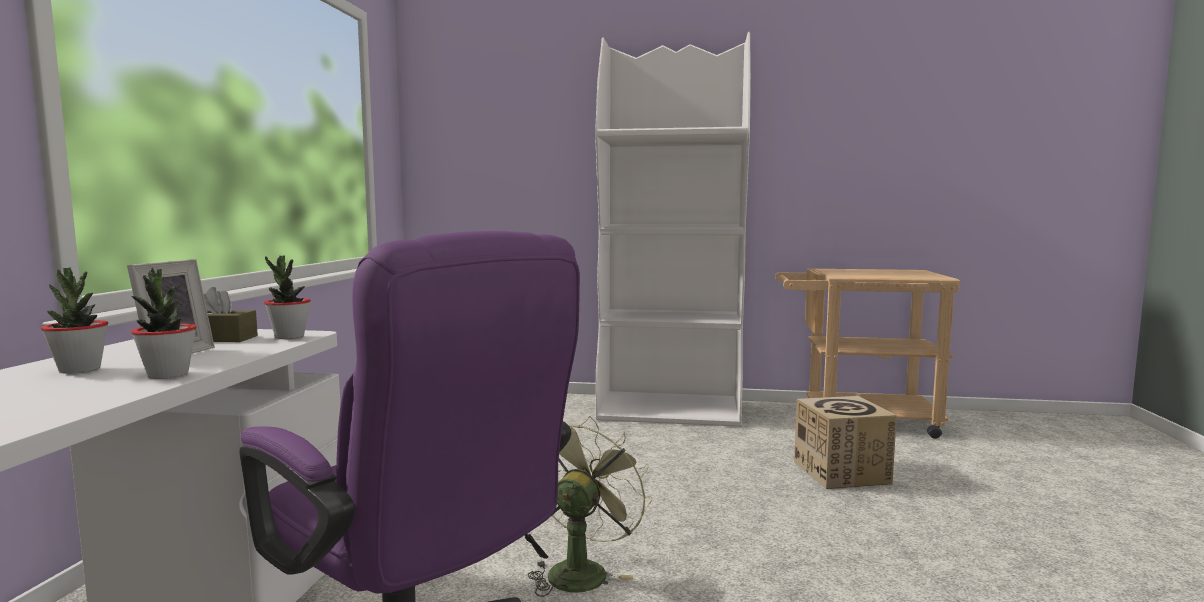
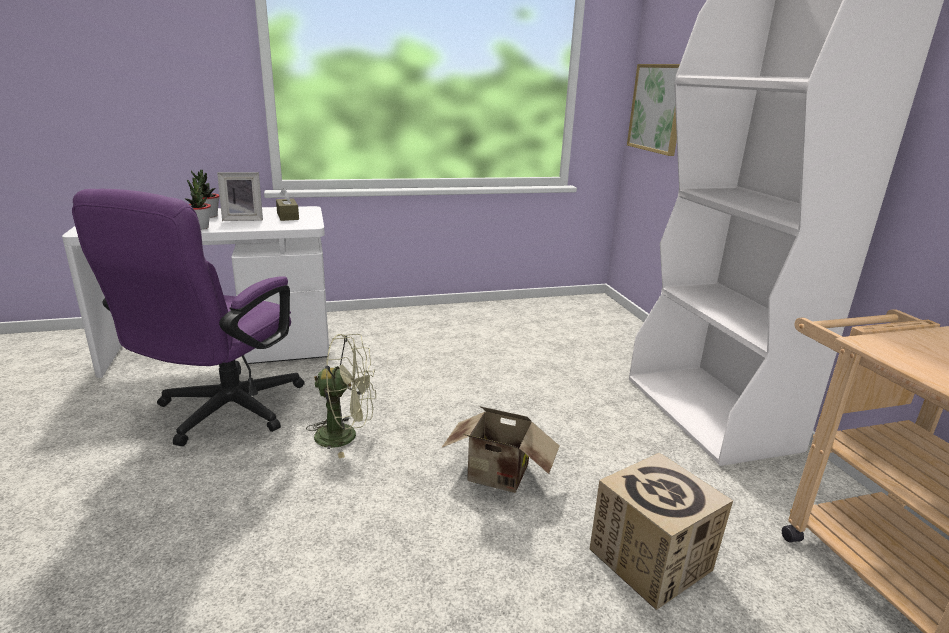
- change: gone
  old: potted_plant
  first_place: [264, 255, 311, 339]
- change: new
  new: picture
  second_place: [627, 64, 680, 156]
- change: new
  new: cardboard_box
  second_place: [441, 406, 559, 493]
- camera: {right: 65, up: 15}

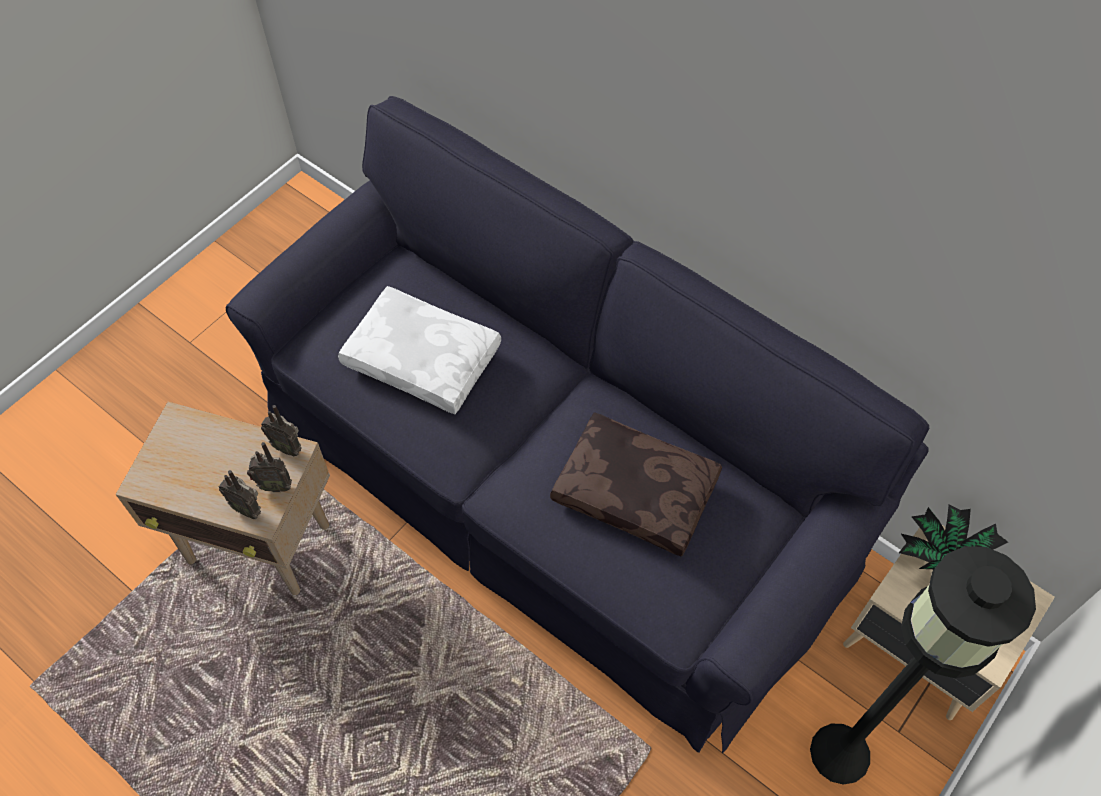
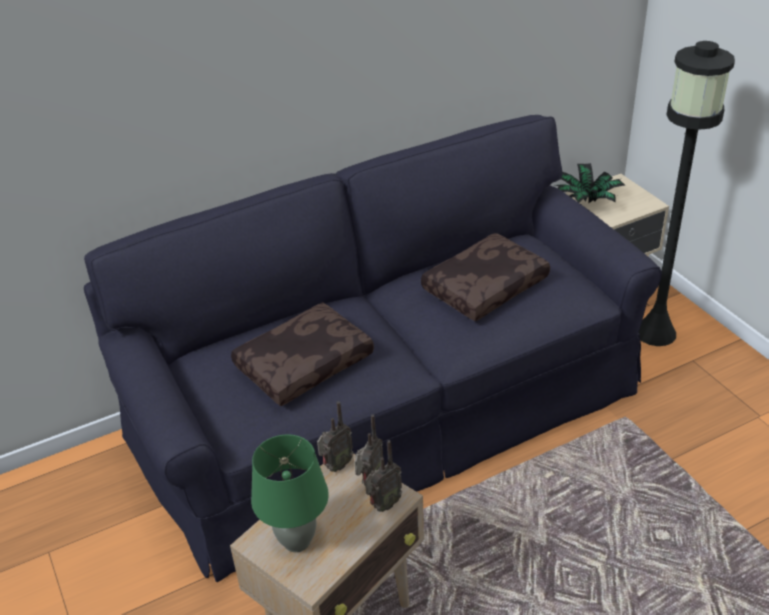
- change: repainted
  old: white_pillow
  new: brown_pillow
  first_place: [338, 286, 501, 414]
  second_place: [231, 302, 374, 406]
- change: new
  new: green_table_lamp
  second_place: [251, 434, 329, 552]
- camera: {right: -65, up: -20}

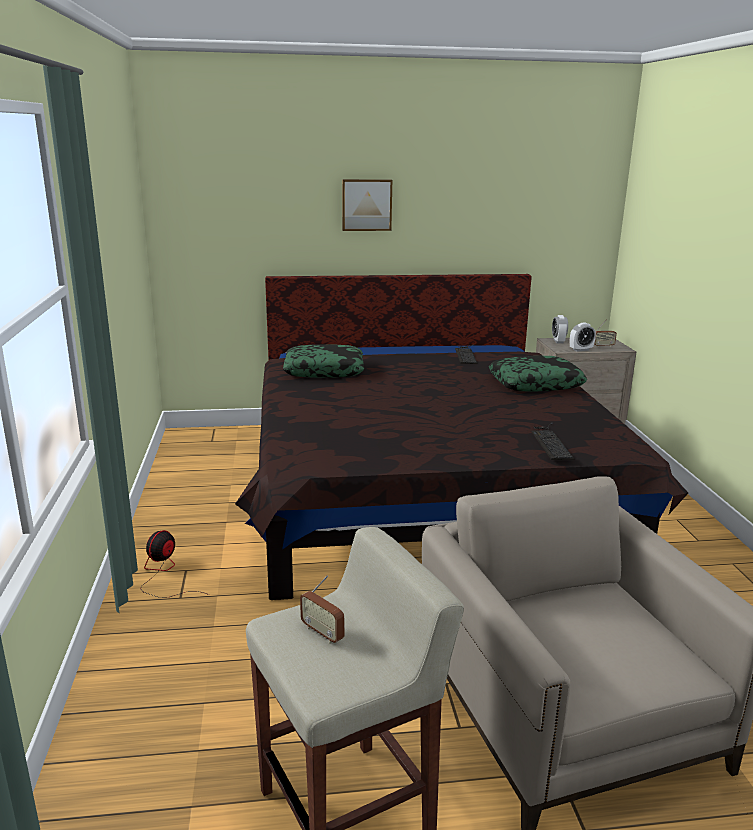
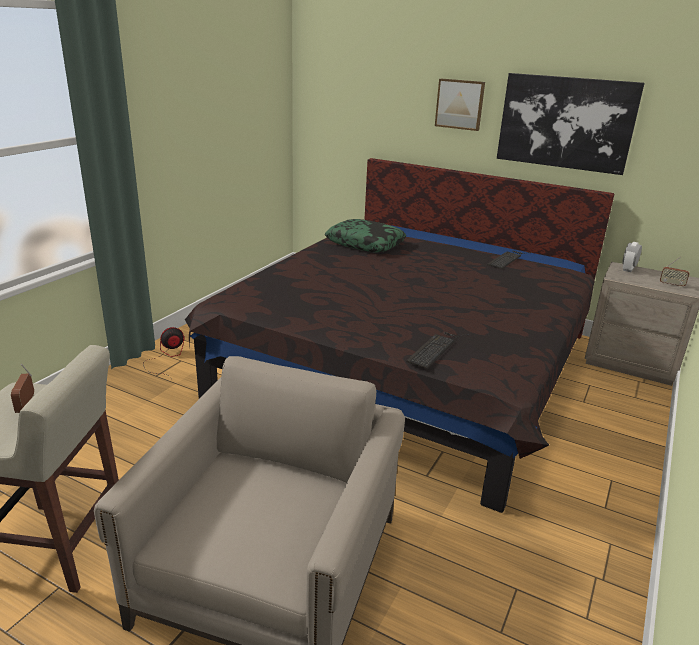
- change: gone
  old: alarm_clock
  first_place: [570, 323, 596, 351]
- change: gone
  old: pillow
  first_place: [489, 356, 587, 392]
- change: new
  new: picture
  second_place: [497, 73, 645, 175]
- camera: {right: 35, up: 5}

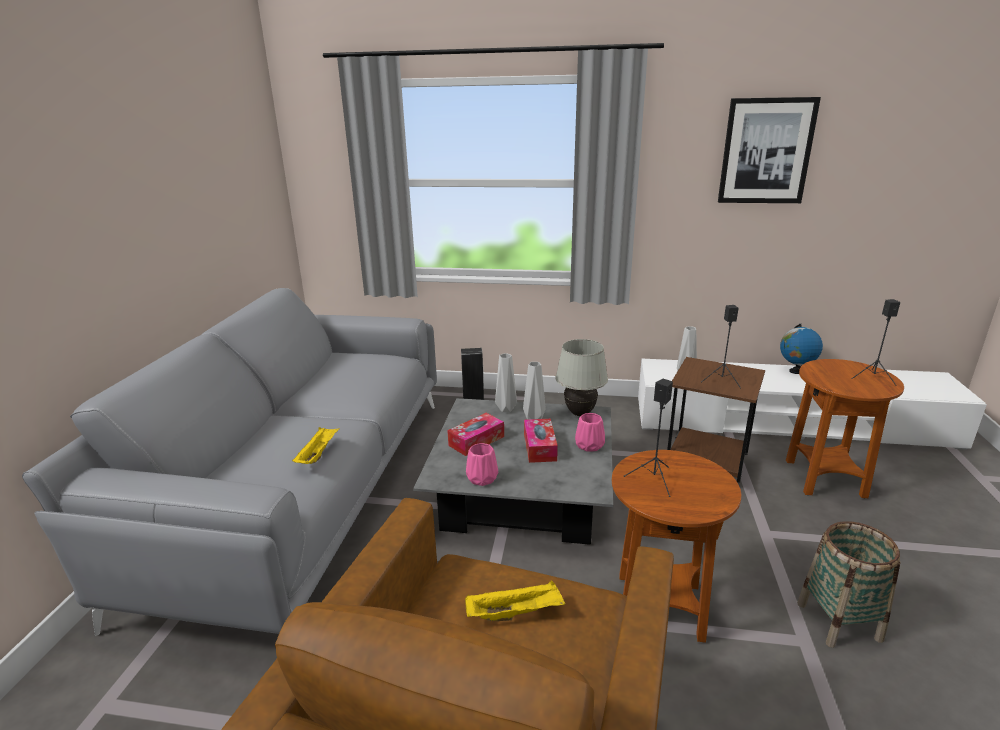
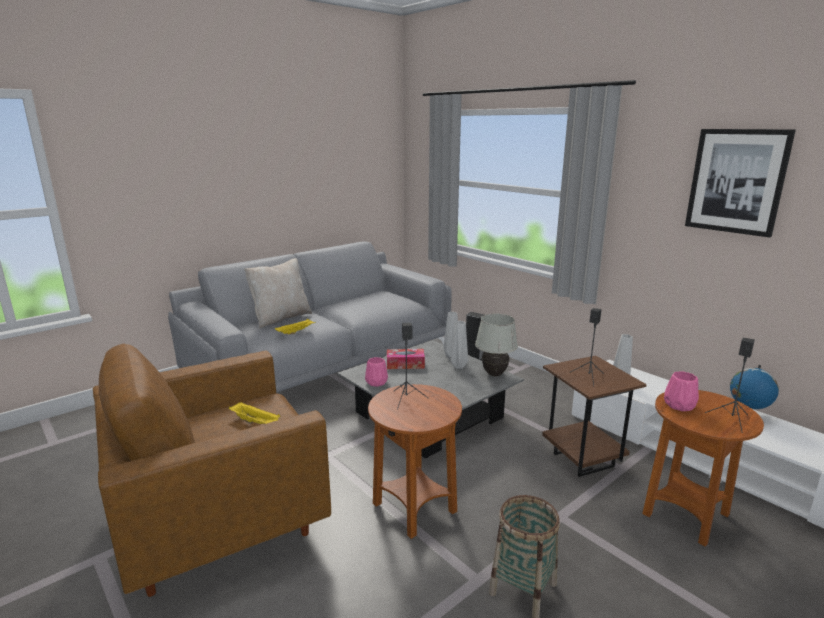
- change: shifted
  old: pink_vase
  first_place: [575, 413, 605, 452]
  second_place: [664, 371, 699, 411]
- change: gone
  old: tissue_box
  first_place: [524, 419, 558, 463]
- change: new
  new: beige_pillow
  second_place: [244, 258, 312, 329]
- camera: {right: 40, up: -5}

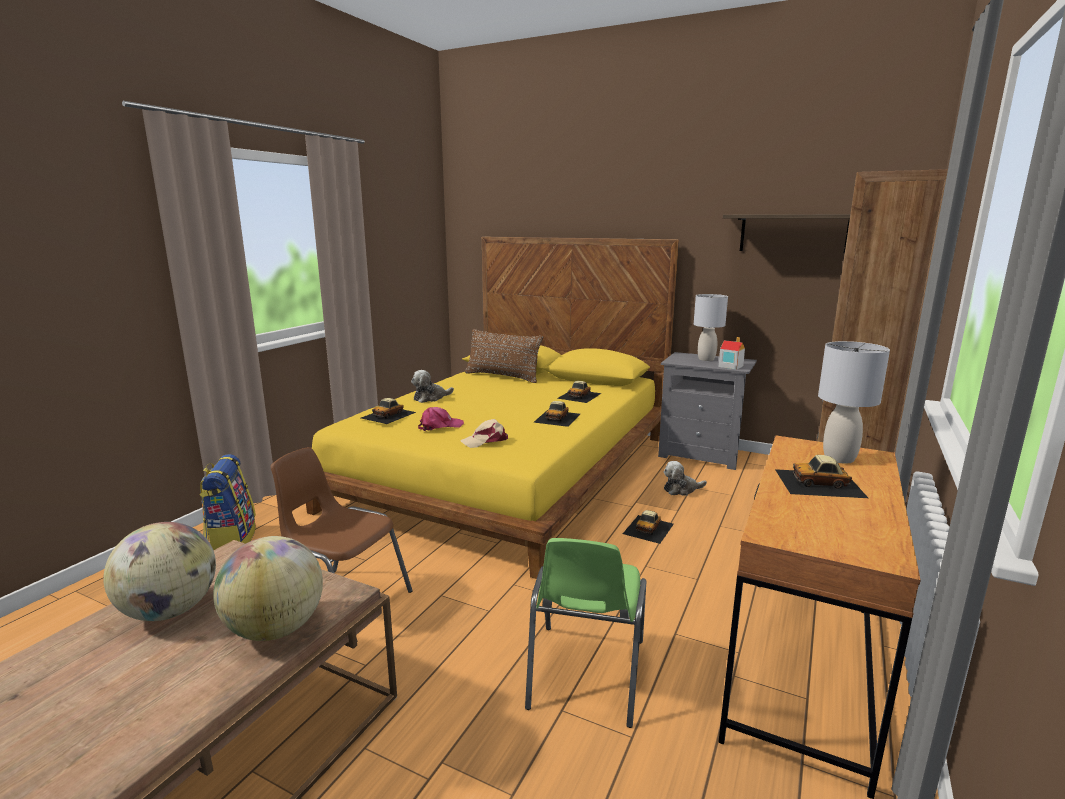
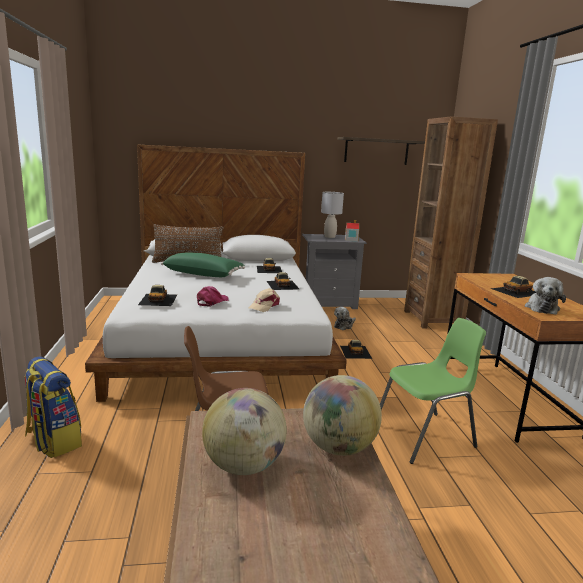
- change: repainted
  old: yellow_bed
  new: white_bed
  first_place: [306, 237, 679, 579]
  second_place: [85, 145, 347, 402]
- change: gone
  old: grey_table_lamp
  first_place: [818, 341, 890, 464]
- change: shifted
  old: plush_toy
  first_place: [411, 370, 454, 403]
  second_place: [525, 277, 566, 315]
- change: rotated
  old: green_chair
  first_place: [525, 538, 646, 728]
  second_place: [380, 318, 486, 464]
  degrees: -90
- change: new
  new: green_pillow
  second_place: [161, 252, 245, 277]
- camera: {right: -35, up: 0}

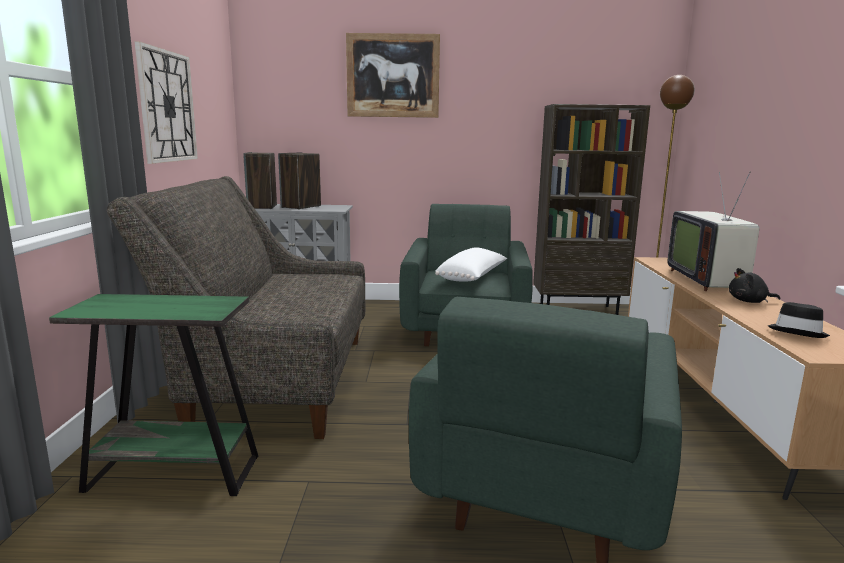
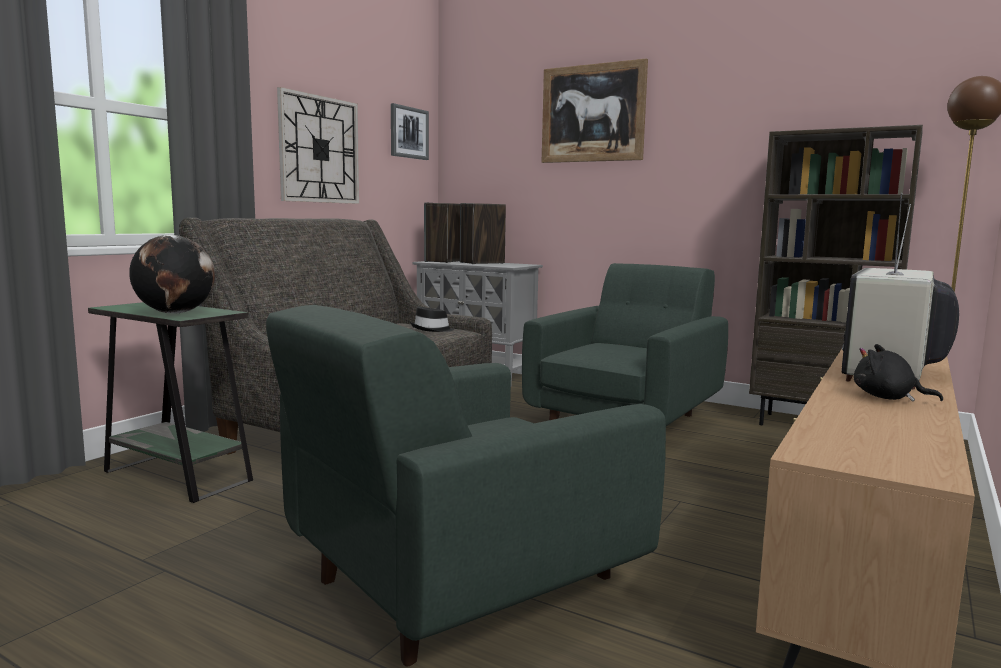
- change: gone
  old: white_pillow
  first_place: [435, 247, 507, 282]
- change: shifted
  old: black_hat
  first_place: [768, 302, 830, 338]
  second_place: [410, 307, 455, 332]
- change: new
  new: picture
  second_place: [391, 103, 429, 160]
- change: new
  new: globe
  second_place: [129, 235, 215, 314]
- camera: {right: 30, up: -5}

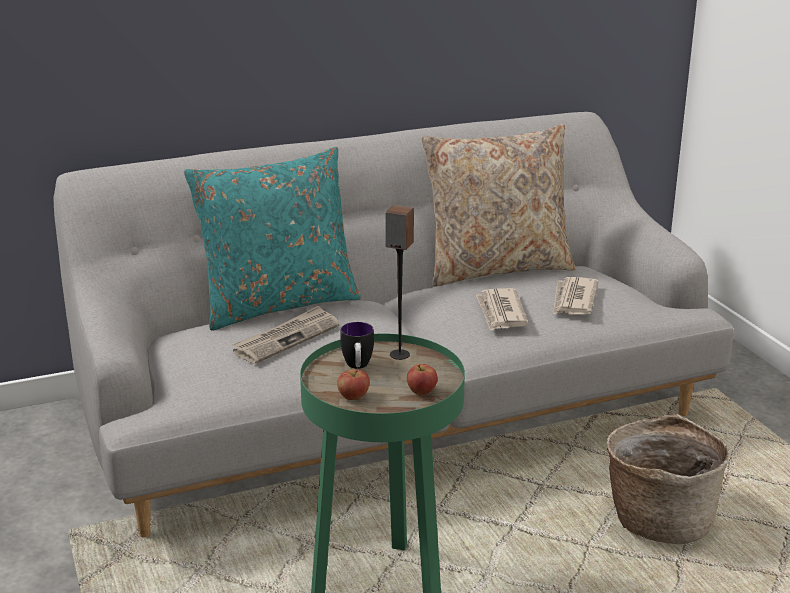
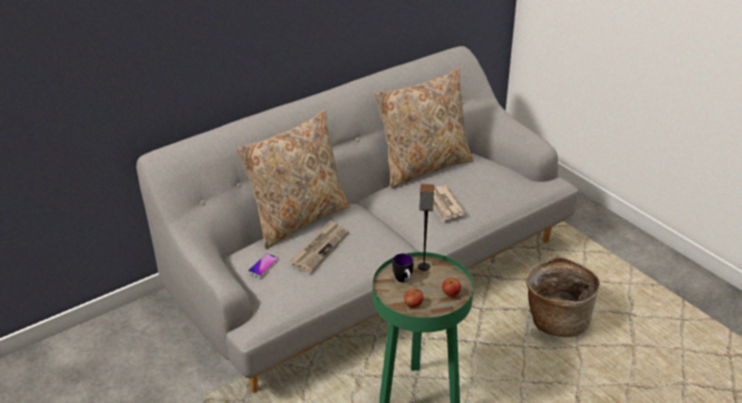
- change: repainted
  old: turquoise_pillow
  new: beige_pillow
  first_place: [184, 147, 361, 331]
  second_place: [236, 110, 350, 249]
- change: gone
  old: newspaper
  first_place: [553, 277, 599, 315]
- change: new
  new: phone
  second_place: [248, 253, 279, 277]
- camera: {right: -15, up: 10}

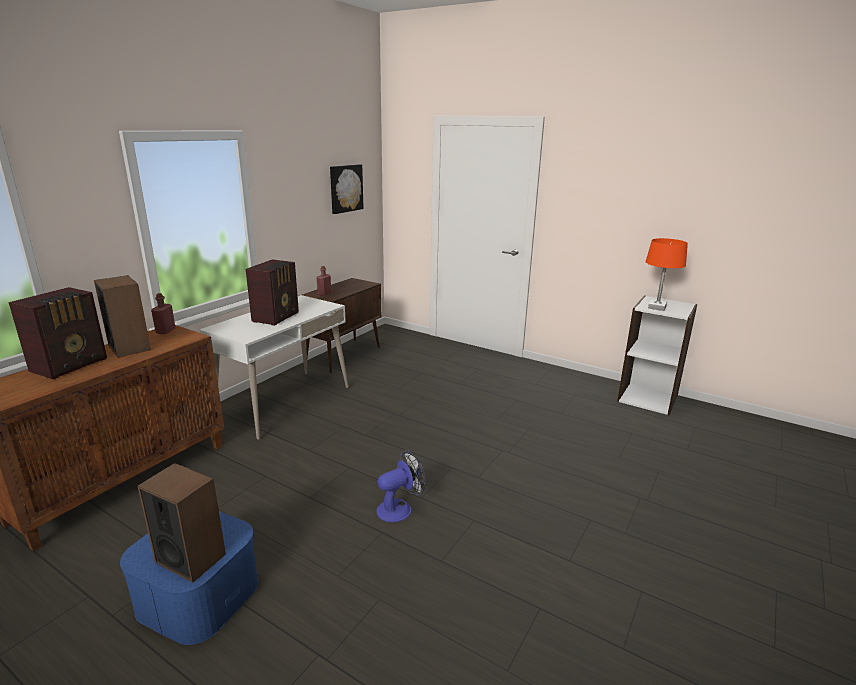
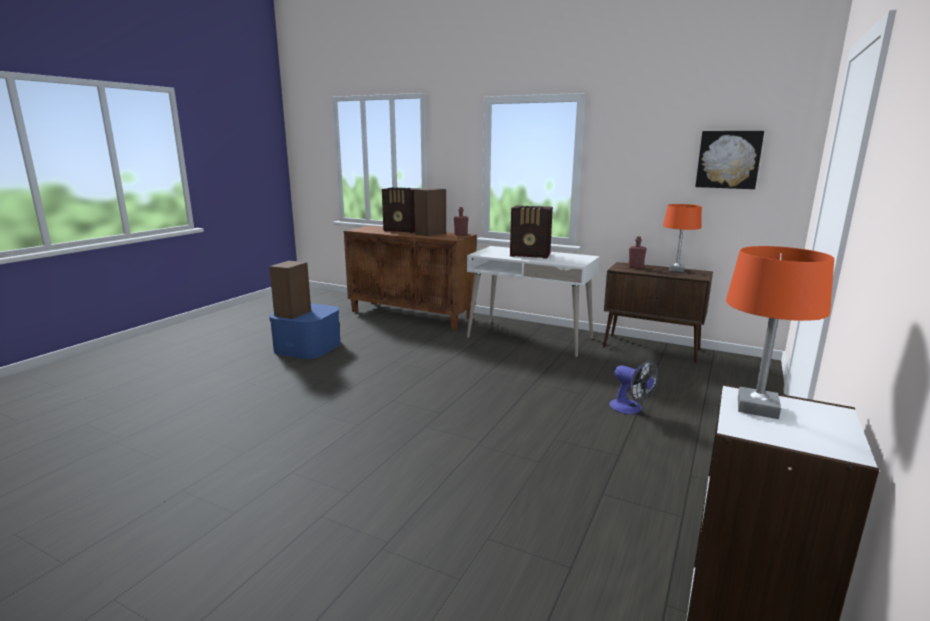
- change: shifted
  old: fan
  first_place: [377, 450, 426, 522]
  second_place: [609, 361, 659, 414]
- change: new
  new: orange_table_lamp
  second_place: [663, 204, 702, 272]
- camera: {right: 85, up: -5}

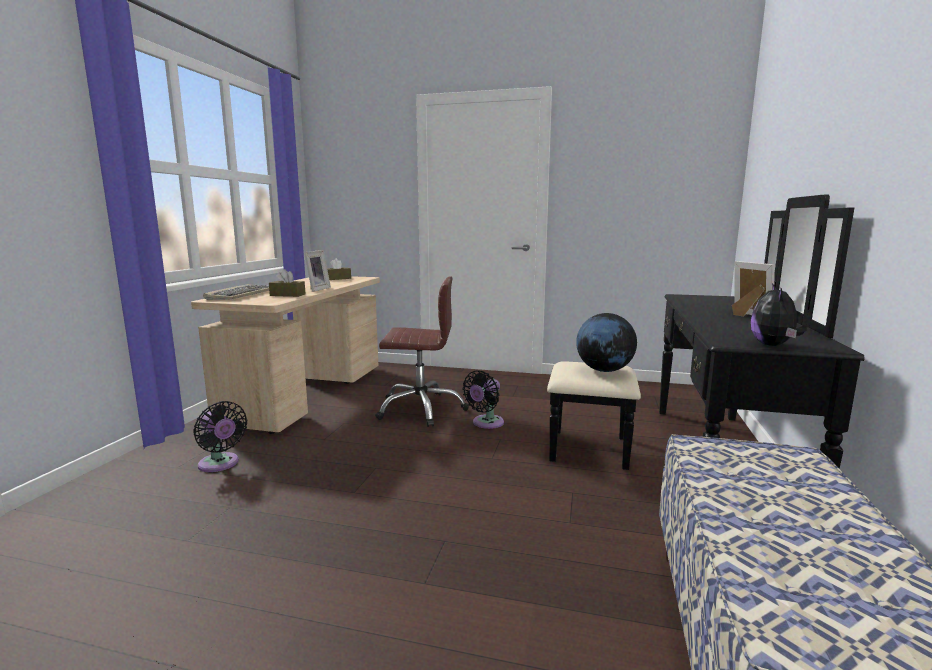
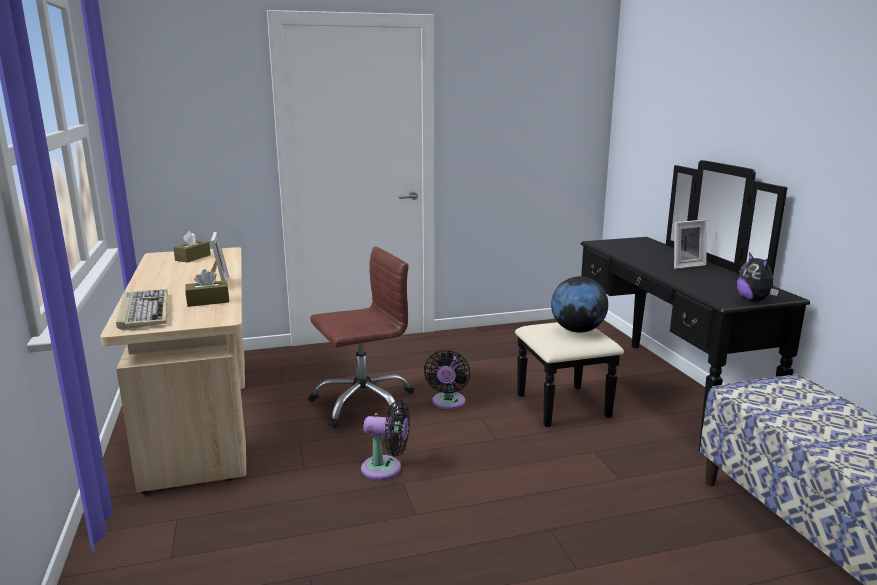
- change: rotated
  old: picture_frame
  first_place: [732, 261, 775, 317]
  second_place: [674, 220, 707, 269]
  degrees: 120
- change: shifted
  old: black_fan
  first_place: [193, 401, 247, 472]
  second_place: [361, 400, 410, 480]
- camera: {right: -30, up: 5}

